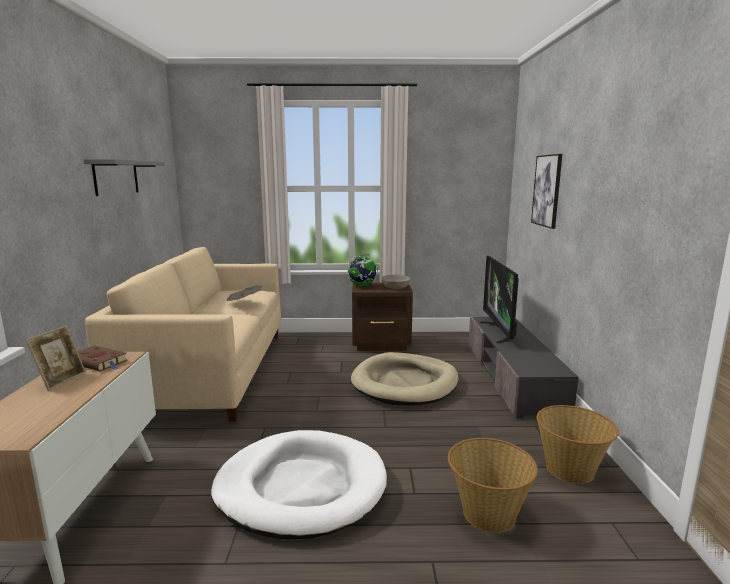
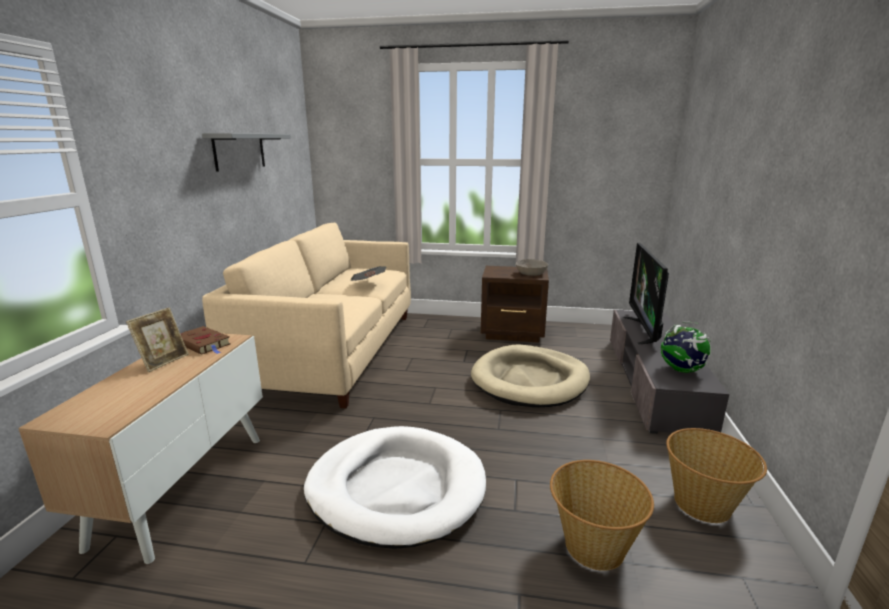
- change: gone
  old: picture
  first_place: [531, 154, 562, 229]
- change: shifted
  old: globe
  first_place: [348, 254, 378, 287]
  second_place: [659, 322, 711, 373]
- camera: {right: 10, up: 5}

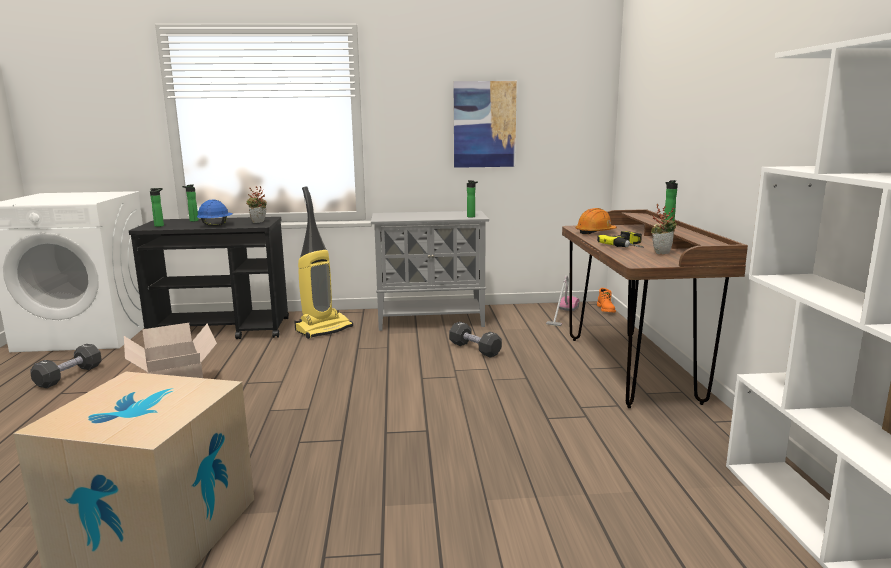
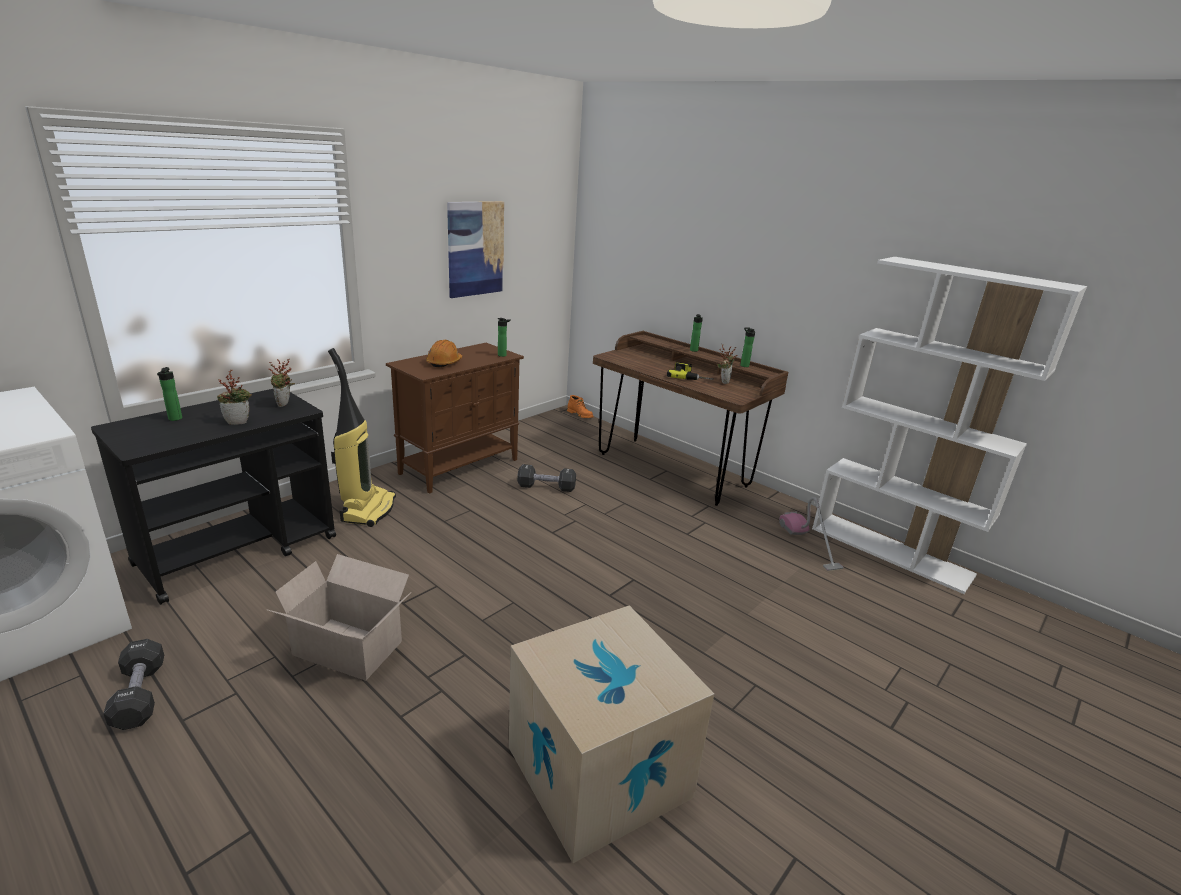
- change: shifted
  old: bottle
  first_place: [150, 188, 164, 227]
  second_place: [740, 327, 755, 367]
- change: swapped
  old: blue_hard_hat
  new: potted_plant
  first_place: [197, 200, 233, 226]
  second_place: [217, 370, 252, 425]
- change: shifted
  old: orange_hard_hat
  first_place: [575, 208, 617, 234]
  second_place: [426, 340, 463, 368]
- change: repainted
  old: grey_cabinet
  new: brown_cabinet
  first_place: [371, 211, 489, 331]
  second_place: [386, 343, 524, 494]
- change: shifted
  old: vacuum_cleaner
  first_place: [546, 275, 580, 326]
  second_place: [779, 497, 844, 571]
- camera: {right: -45, up: 10}

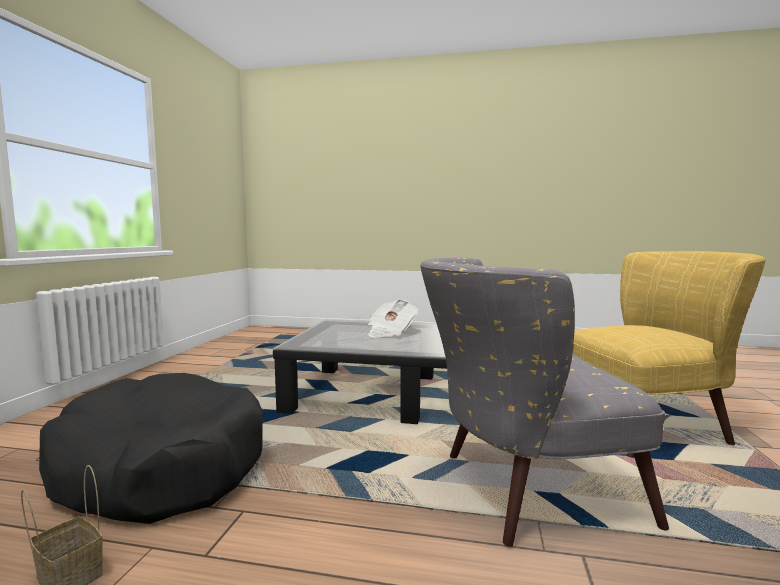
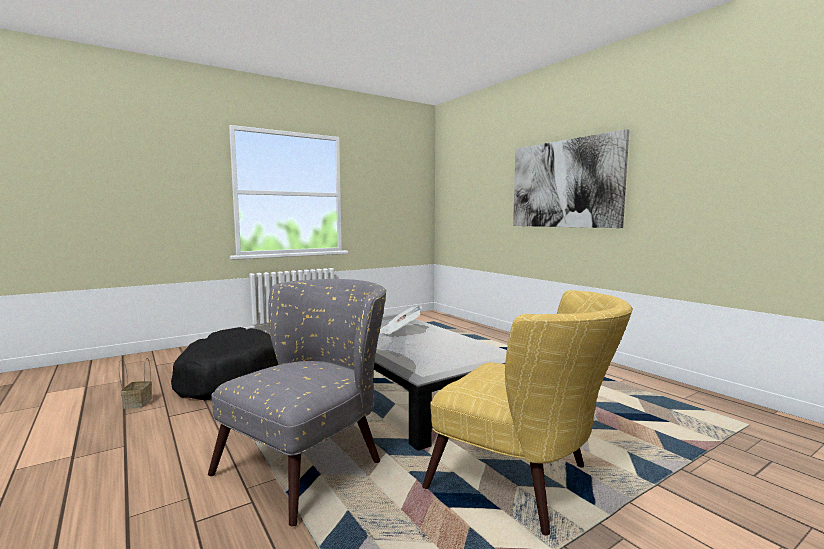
- change: rotated
  old: grey_armchair
  first_place: [420, 258, 669, 547]
  second_place: [208, 279, 386, 526]
  degrees: 90
- change: new
  new: picture
  second_place: [513, 129, 629, 228]
- camera: {right: 45, up: 0}

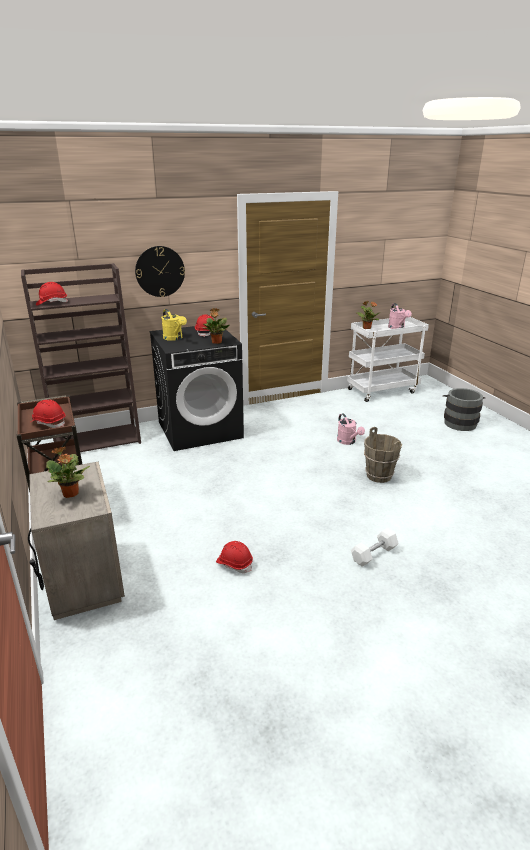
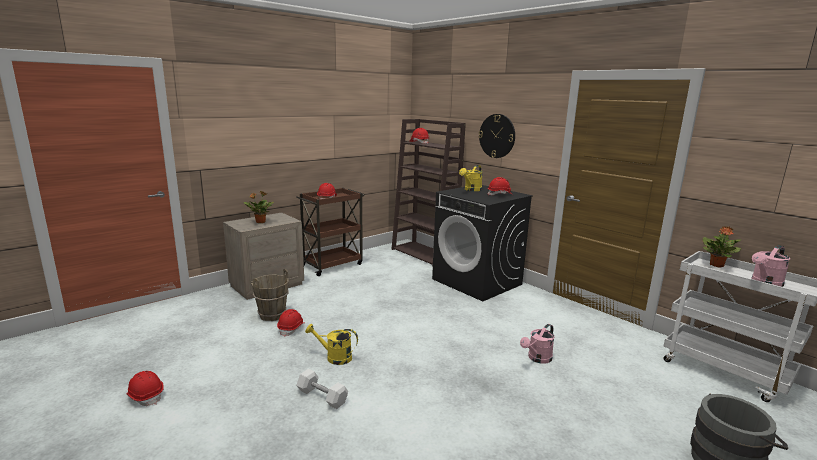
- change: gone
  old: potted_plant
  first_place: [202, 308, 230, 344]
- change: shifted
  old: brown_bucket
  first_place: [364, 427, 402, 483]
  second_place: [251, 269, 289, 321]
- change: new
  new: yellow_watering_can
  second_place: [305, 324, 358, 365]
- change: new
  new: red_hard_hat
  second_place: [126, 371, 164, 406]
- camera: {right: 70, up: -10}

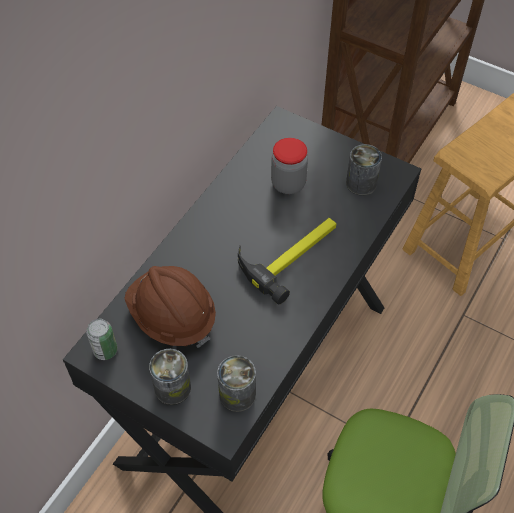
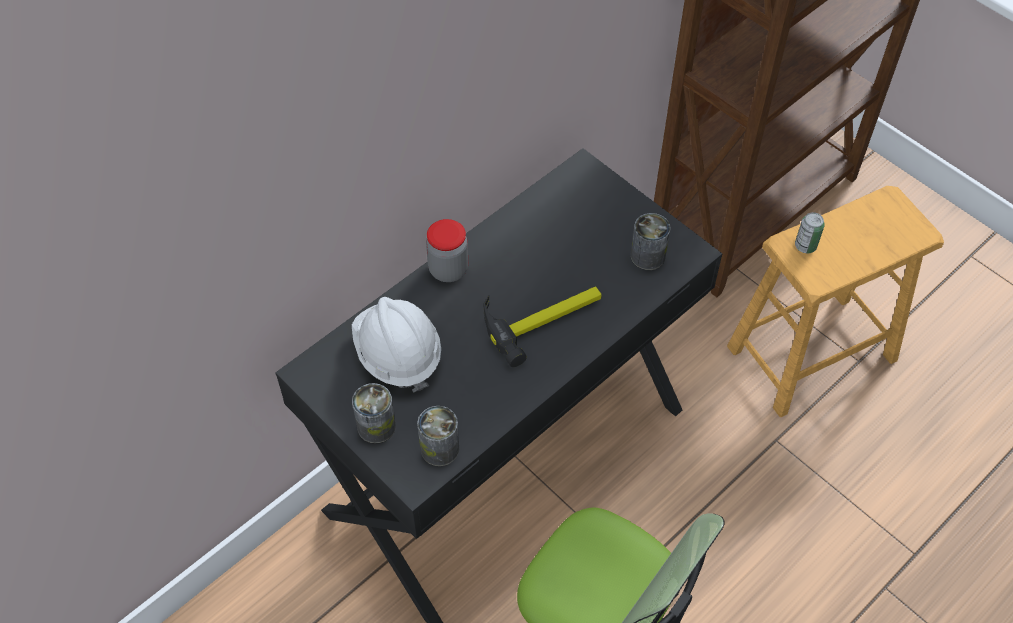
- change: shifted
  old: jar
  first_place: [271, 138, 308, 194]
  second_place: [426, 219, 468, 282]
- change: repainted
  old: brown_hard_hat
  new: white_hard_hat
  first_place: [124, 266, 216, 348]
  second_place: [352, 297, 441, 393]
- change: shifted
  old: can
  first_place: [86, 319, 117, 360]
  second_place: [795, 212, 825, 253]
- camera: {right: 15, up: 0}

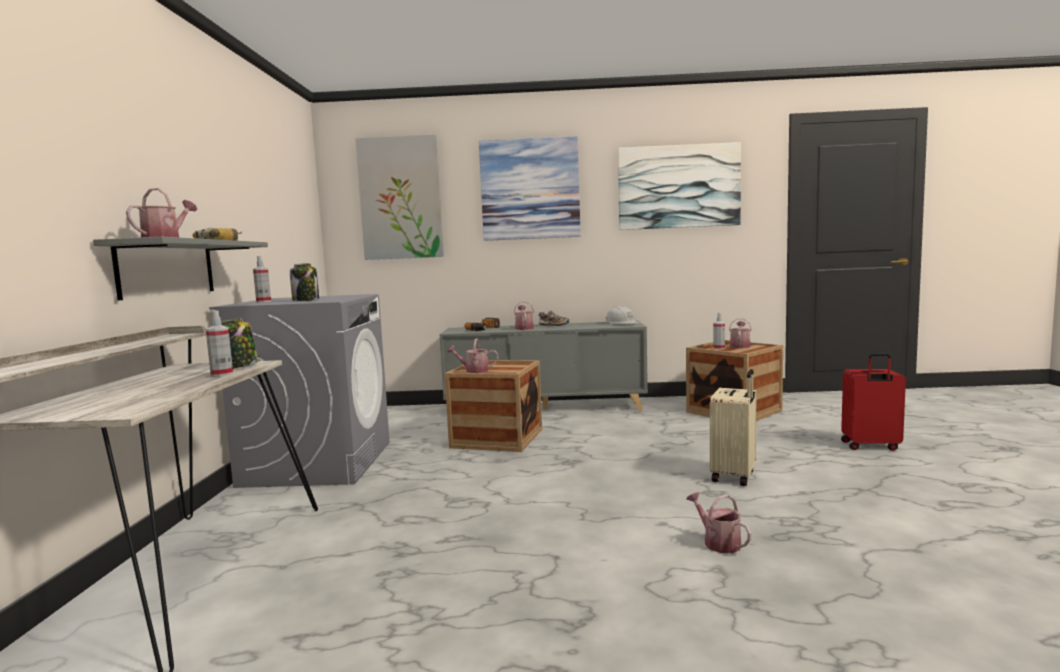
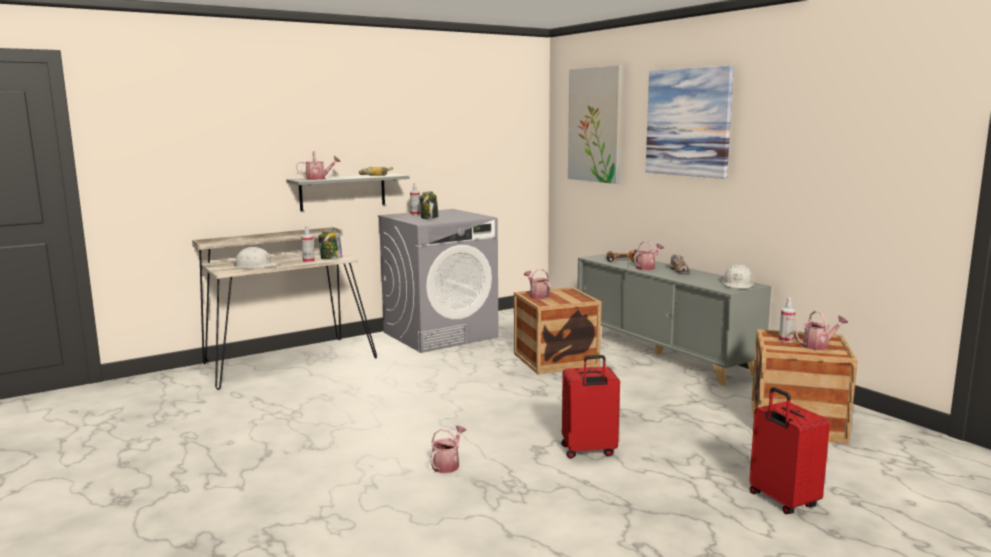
- change: gone
  old: picture
  first_place: [618, 142, 741, 230]
- change: repainted
  old: beige_suitcase
  new: red_suitcase
  first_place: [710, 369, 757, 486]
  second_place: [561, 355, 620, 459]
- change: new
  new: white_hard_hat
  second_place: [231, 247, 278, 268]
- camera: {right: 55, up: 5}

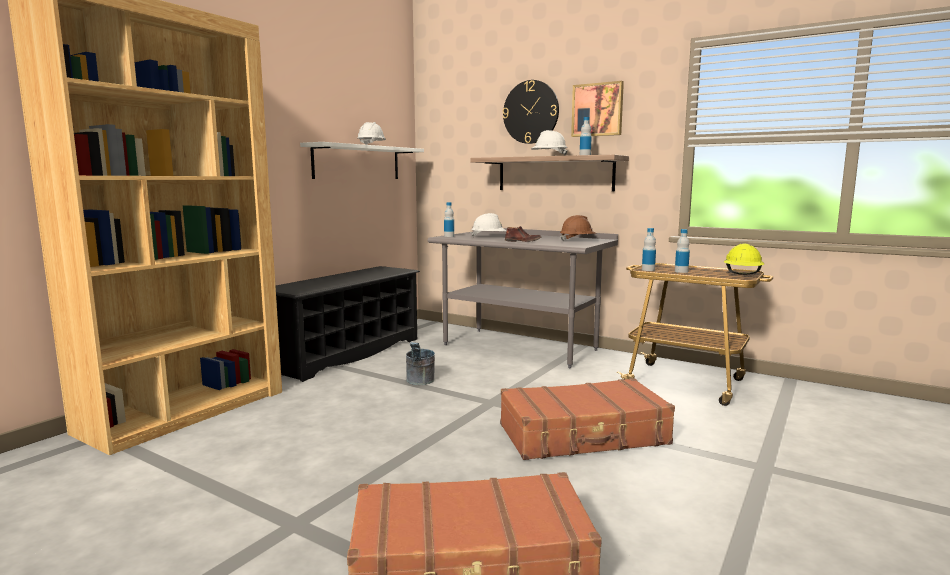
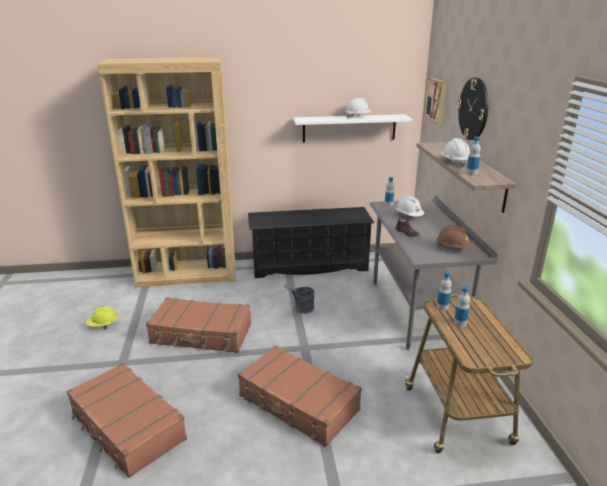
- change: shifted
  old: picture
  first_place: [571, 81, 624, 137]
  second_place: [424, 77, 447, 124]
- change: shifted
  old: yellow_hard_hat
  first_place: [724, 244, 764, 275]
  second_place: [86, 307, 119, 329]
- change: new
  new: brown_suitcase
  second_place: [146, 297, 251, 353]
- camera: {right: 50, up: 15}

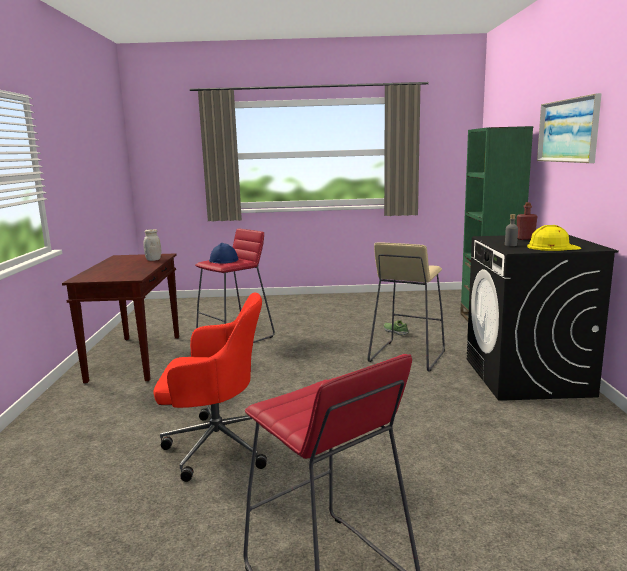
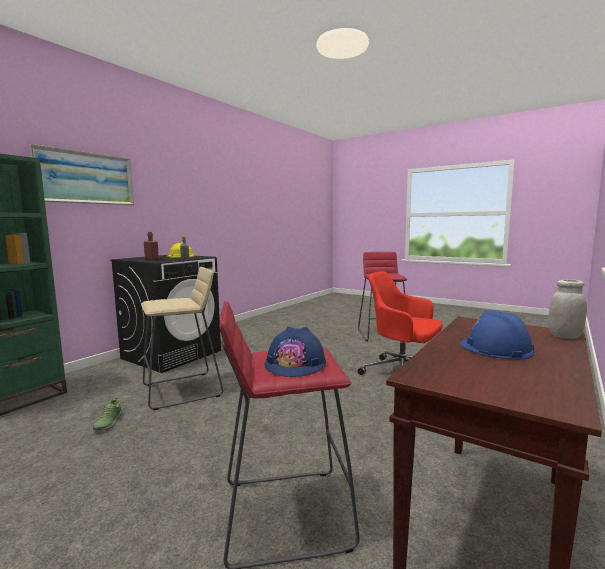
- change: shifted
  old: white_jar
  first_place: [144, 229, 161, 261]
  second_place: [548, 280, 587, 339]
- change: new
  new: blue_hard_hat
  second_place: [460, 311, 535, 359]
- camera: {right: -145, up: -5}

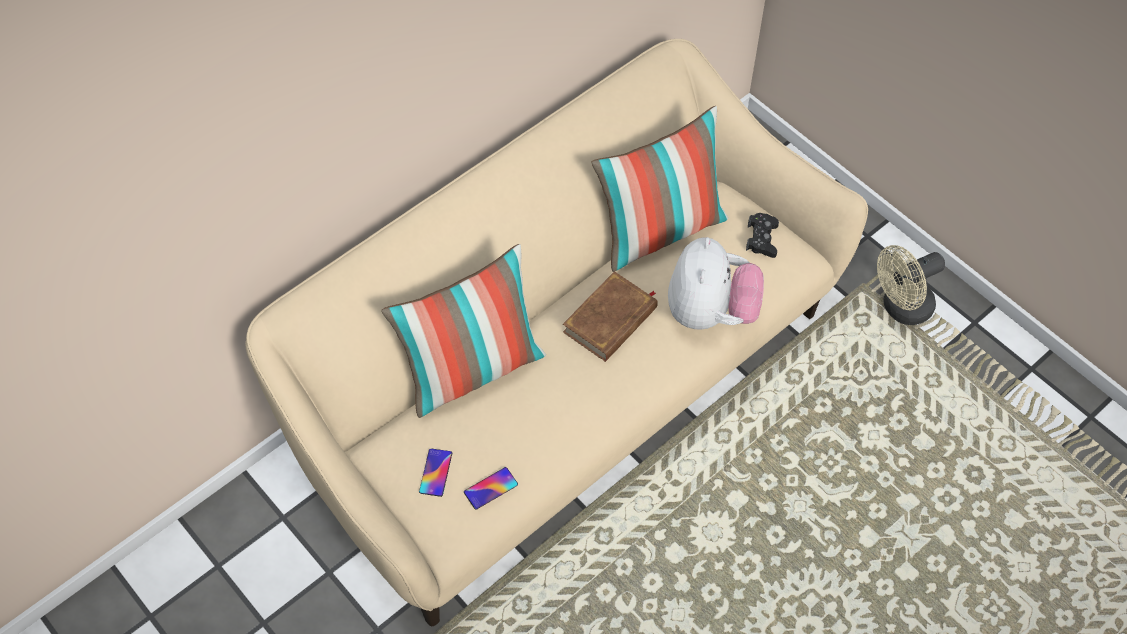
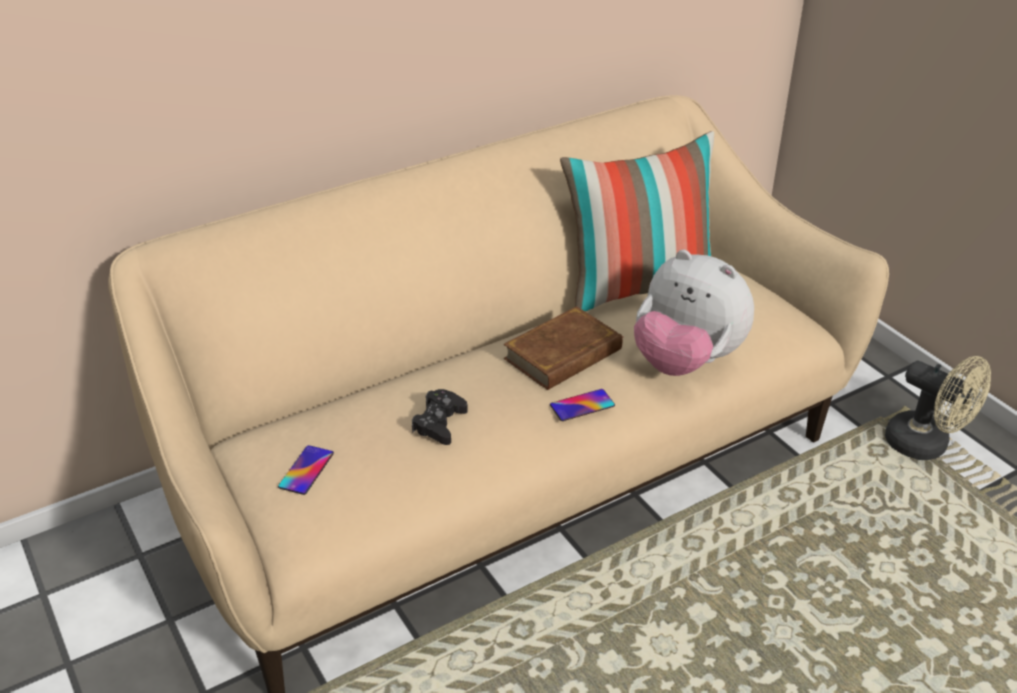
- change: shifted
  old: black_game_controller
  first_place: [746, 213, 779, 258]
  second_place: [412, 389, 468, 445]
- change: rotated
  old: plush_toy
  first_place: [668, 237, 764, 330]
  second_place: [634, 250, 754, 376]
  degrees: 105
- change: gone
  old: pillow
  first_place: [381, 244, 546, 418]
- change: rotated
  old: beige_fan
  first_place: [877, 245, 945, 325]
  second_place: [885, 356, 991, 460]
  degrees: -120
- change: shifted
  old: phone
  first_place: [464, 467, 518, 509]
  second_place: [550, 389, 615, 421]
- camera: {right: 10, up: -20}

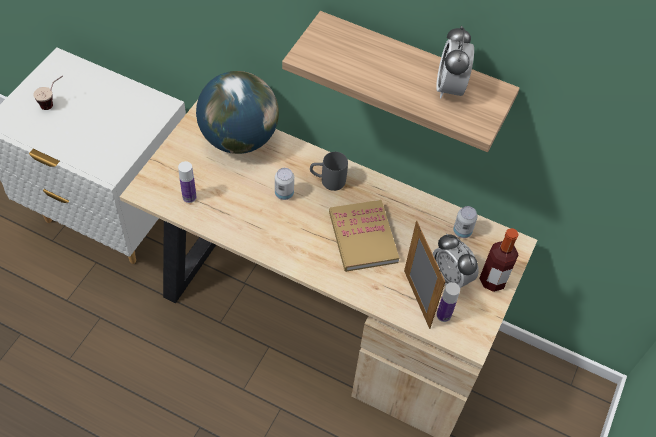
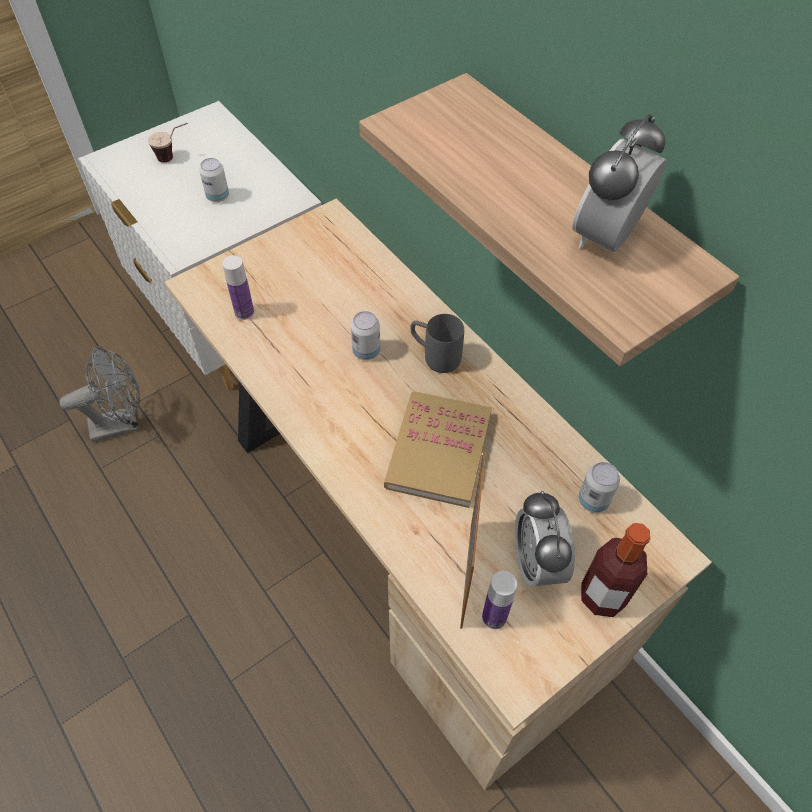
- change: gone
  old: globe
  first_place: [196, 71, 279, 154]
- change: new
  new: can
  second_place: [199, 158, 229, 202]
- change: new
  new: grey_fan
  second_place: [59, 346, 140, 442]
- camera: {right: 30, up: 0}

